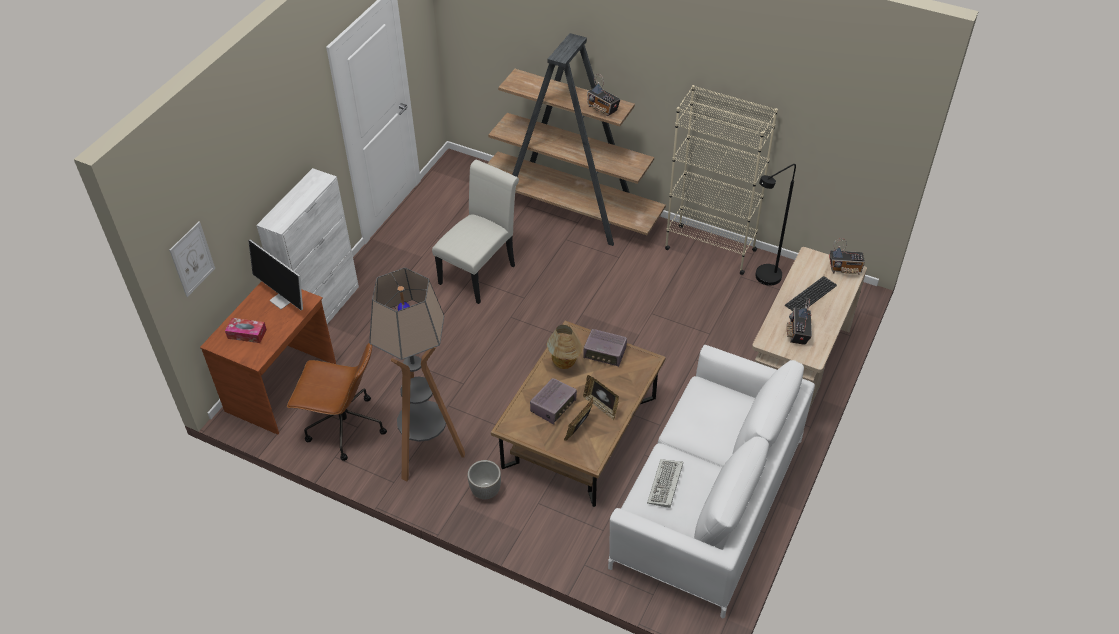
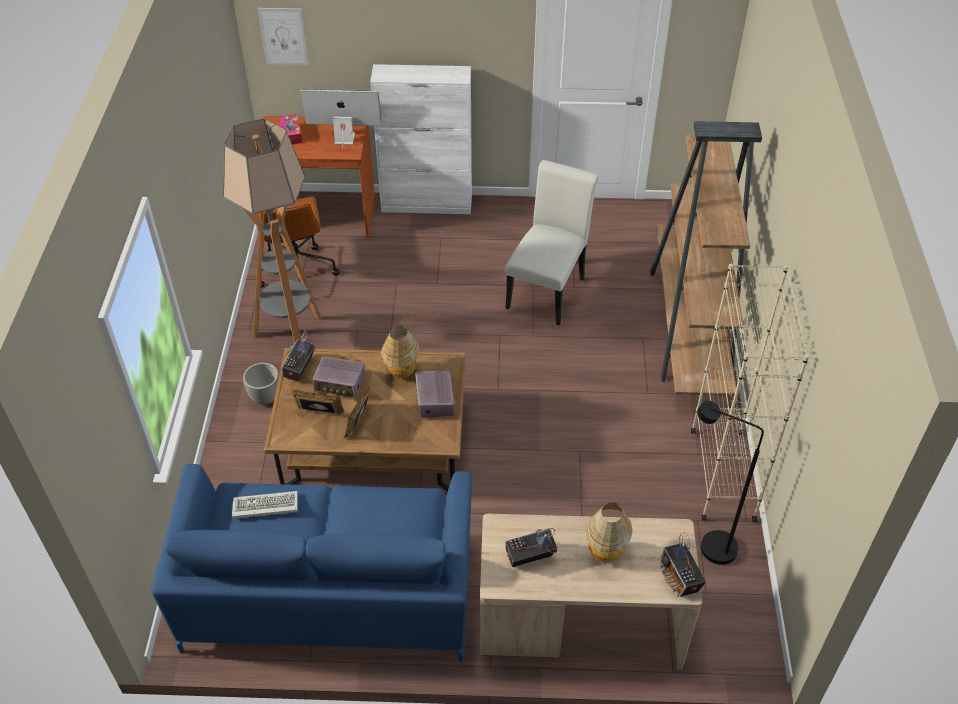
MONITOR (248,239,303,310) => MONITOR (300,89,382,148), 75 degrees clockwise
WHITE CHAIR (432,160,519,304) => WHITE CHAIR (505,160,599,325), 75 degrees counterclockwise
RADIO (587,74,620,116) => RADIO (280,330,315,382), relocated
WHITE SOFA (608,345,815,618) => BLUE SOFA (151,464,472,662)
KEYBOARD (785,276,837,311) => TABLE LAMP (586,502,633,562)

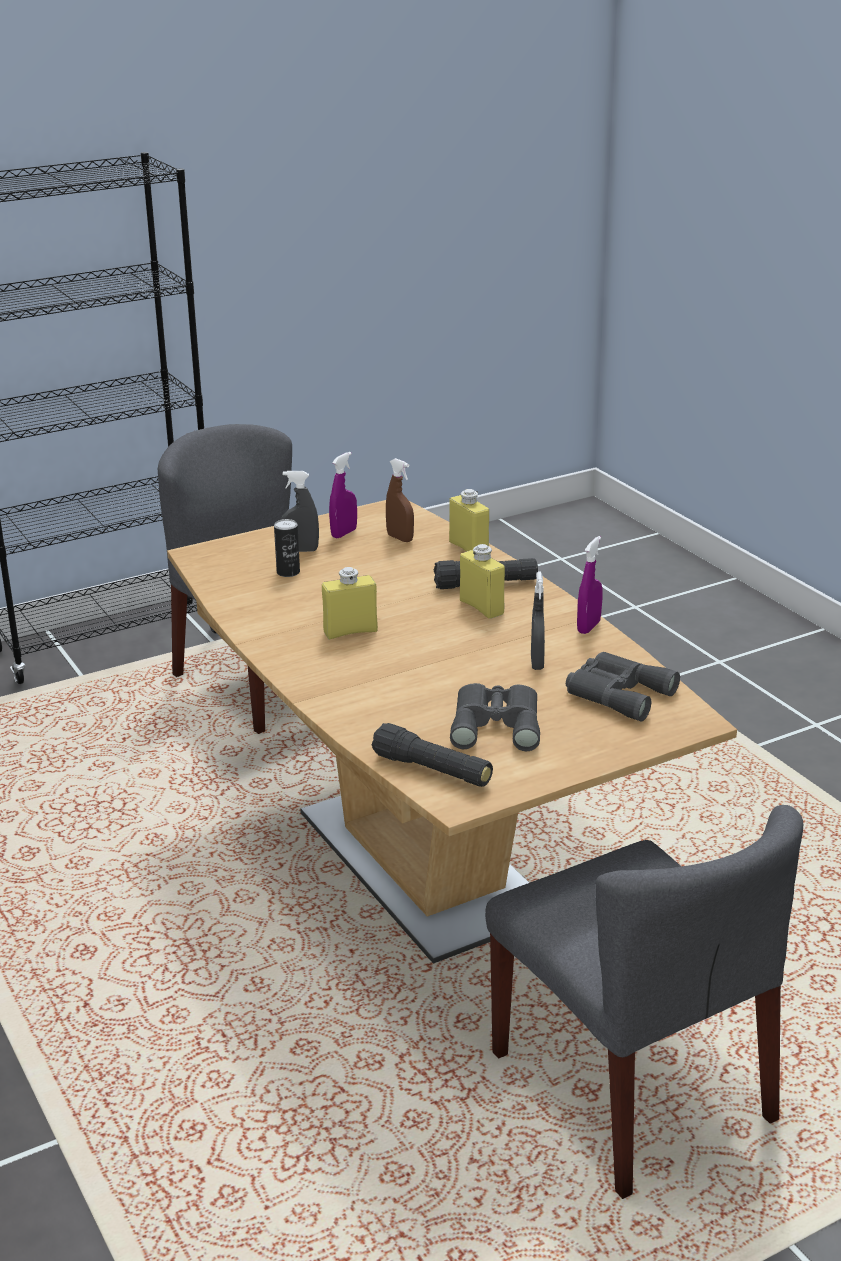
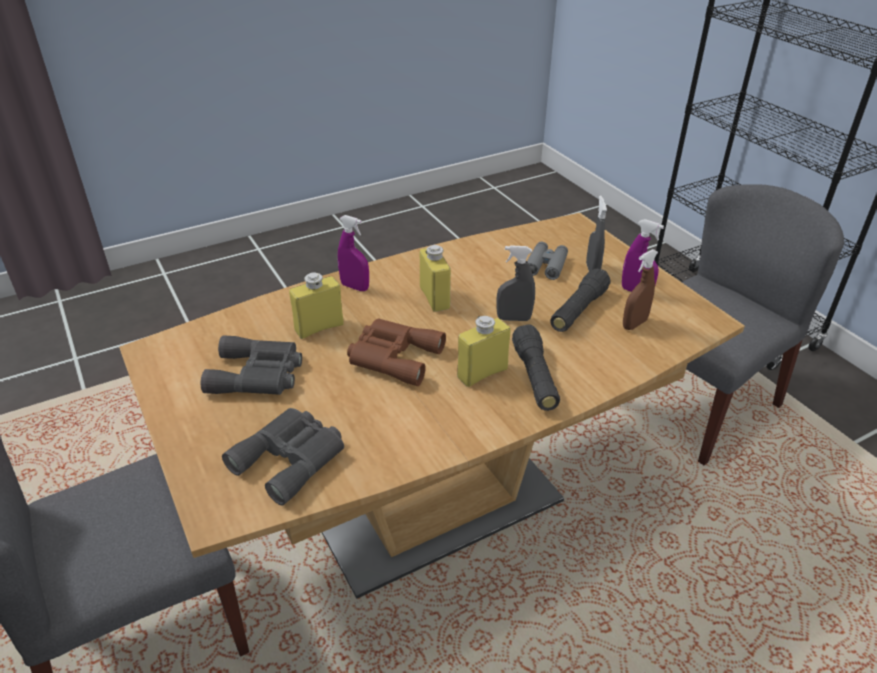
CAN (274,519,300,577) => GREY BINOCULARS (527,242,568,280)
BLACK FLASHLIGHT (372,723,493,787) => BLACK FLASHLIGHT (550,269,611,332), relocated
YELLOW BOTTLE (449,489,489,552) => YELLOW BOTTLE (289,272,344,339), relocated
GREY SPRAY BOTTLE (531,571,545,670) => GREY SPRAY BOTTLE (497,245,535,321), relocated
PURPLE SPRAY BOTTLE (577,536,603,634) => PURPLE SPRAY BOTTLE (338,215,369,291), relocated
nothing => BROWN BINOCULARS (347,319,446,386)

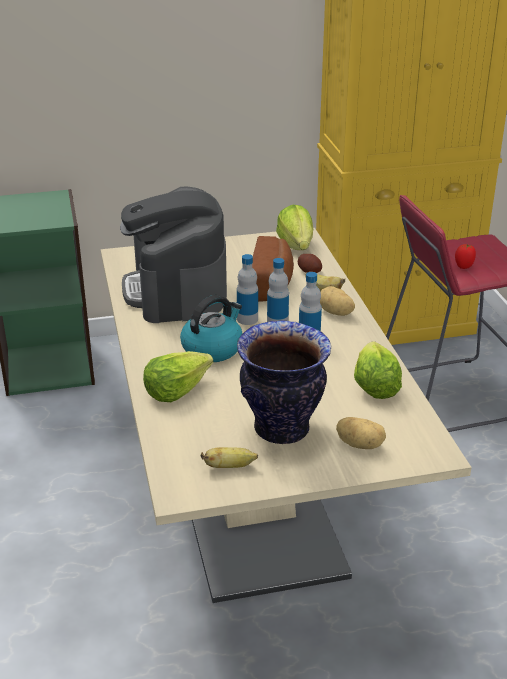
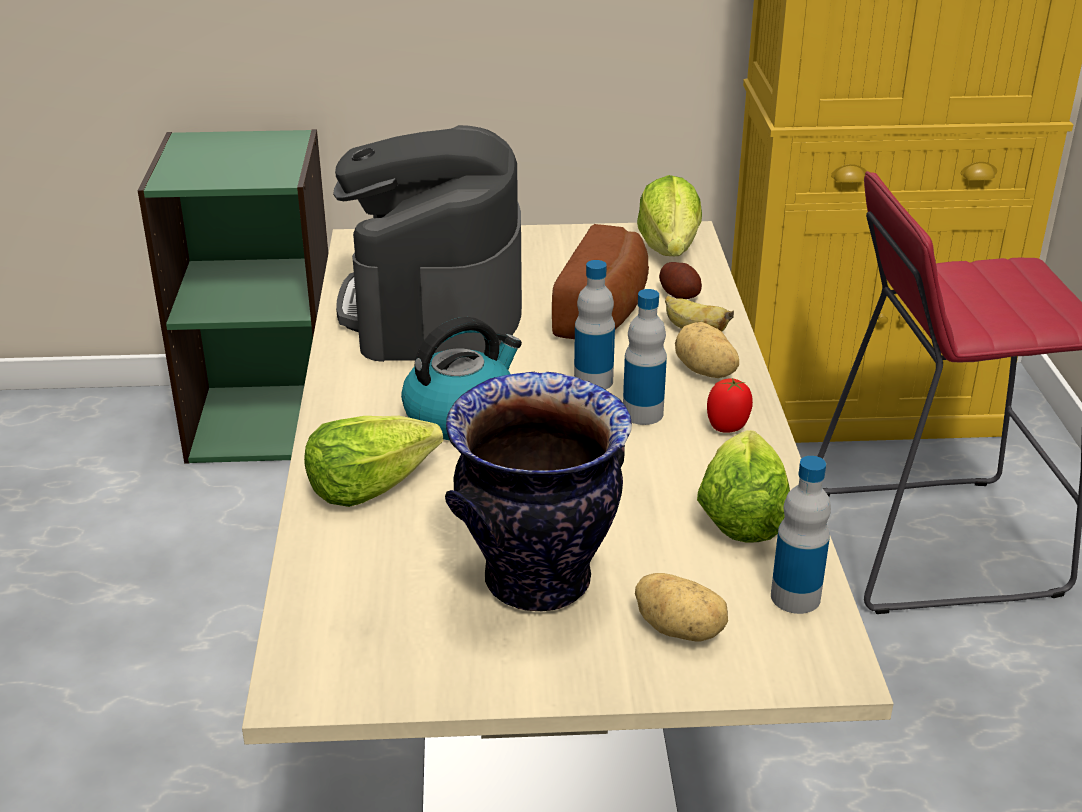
BANANA (201,447,258,468) => nothing
BOTTLE (237,254,258,325) => BOTTLE (771,456,831,614), relocated
TOMATO (455,244,476,269) => TOMATO (707,378,753,433), relocated

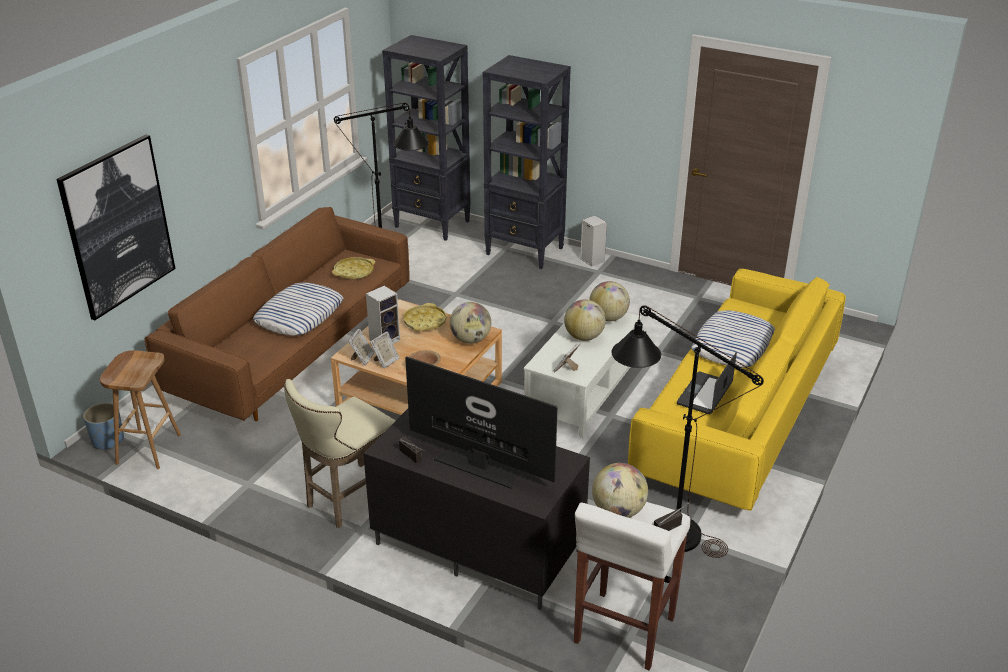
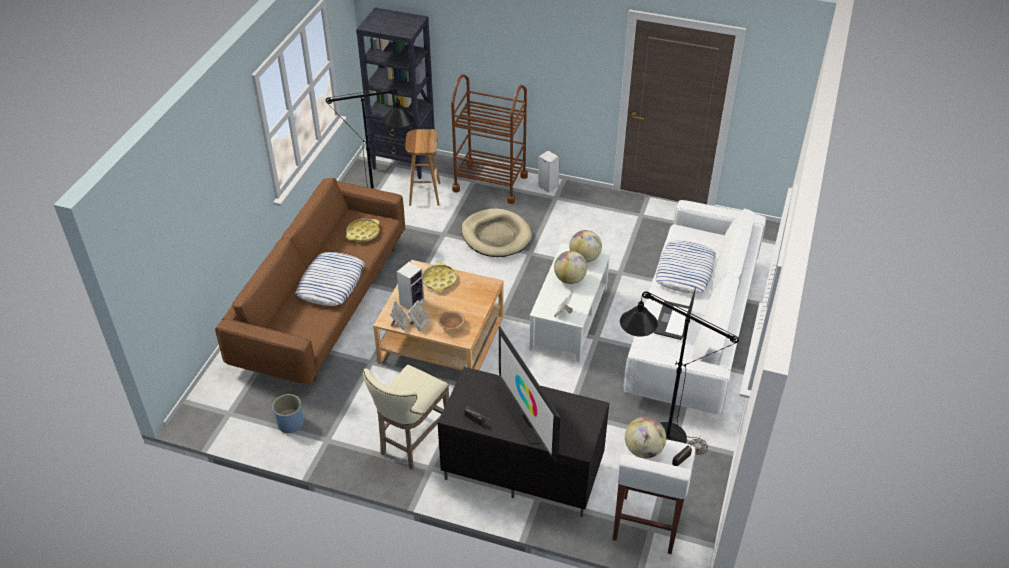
PICTURE (57,135,176,320) => nothing
BLUE PLANTER (83,403,124,449) => BLUE PLANTER (272,394,304,433), relocated
BROWN STOOL (100,350,181,469) => BROWN STOOL (405,129,441,206), relocated
TELEVISION (405,356,558,489) => TELEVISION (499,326,560,464), 135 degrees counterclockwise
GLOBE (450,302,491,344) => nothing
BLACK BOOKCASE (483,55,571,269) => BROWN CART (451,74,528,204)
YELLOW SOFA (628,269,846,511) => WHITE SOFA (623,200,766,415)
nothing => BEIGE DOG BED (461,209,532,257)

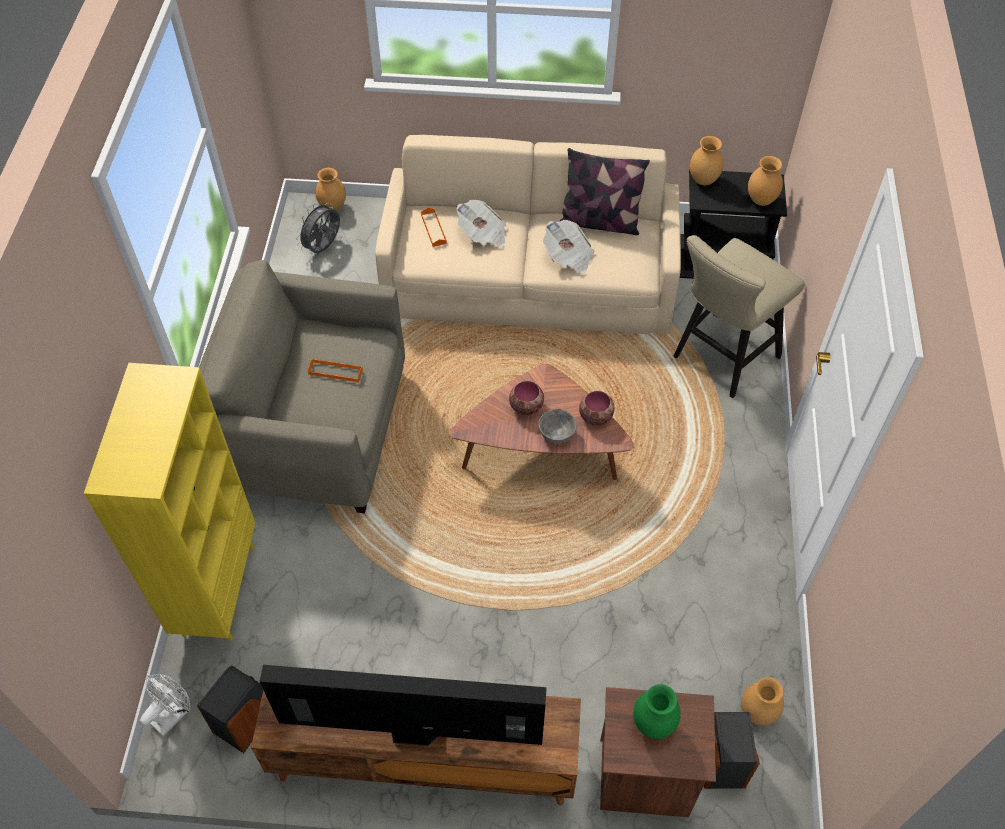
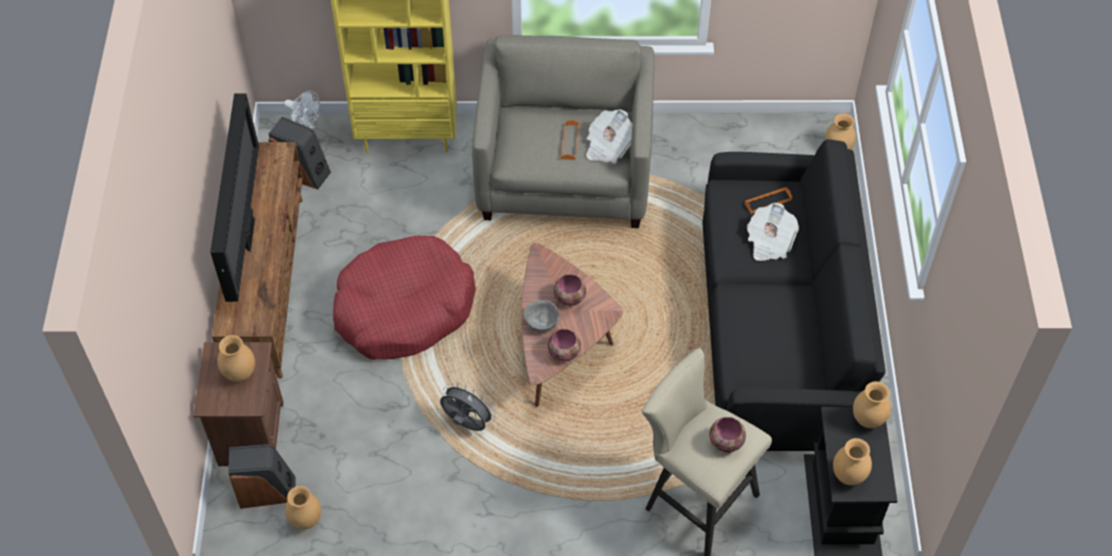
GREY FAN (296,201,340,253) => GREY FAN (440,383,496,431), relocated
BEIGE SOFA (375,135,681,334) => BLACK SOFA (702,139,886,451)
NEWSPAPER (543,220,594,274) => NEWSPAPER (586,109,633,163), relocated
PILLOW (559,148,650,235) => nothing
GREEN VASE (633,684,681,739) => BROWN VASE (217,335,255,382)
nothing => RED DOG BED (333,235,476,360)
nothing => BOWL (709,417,746,453)

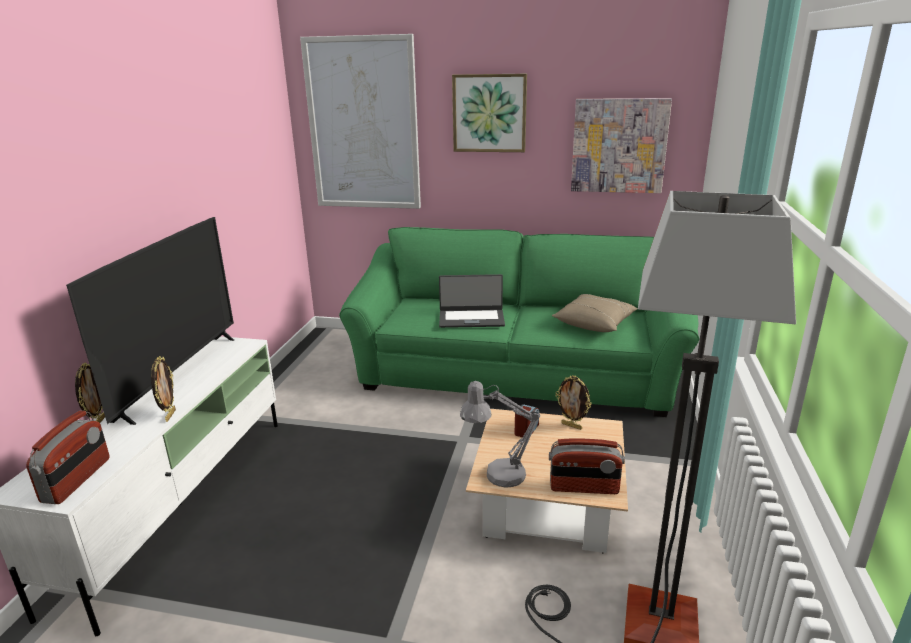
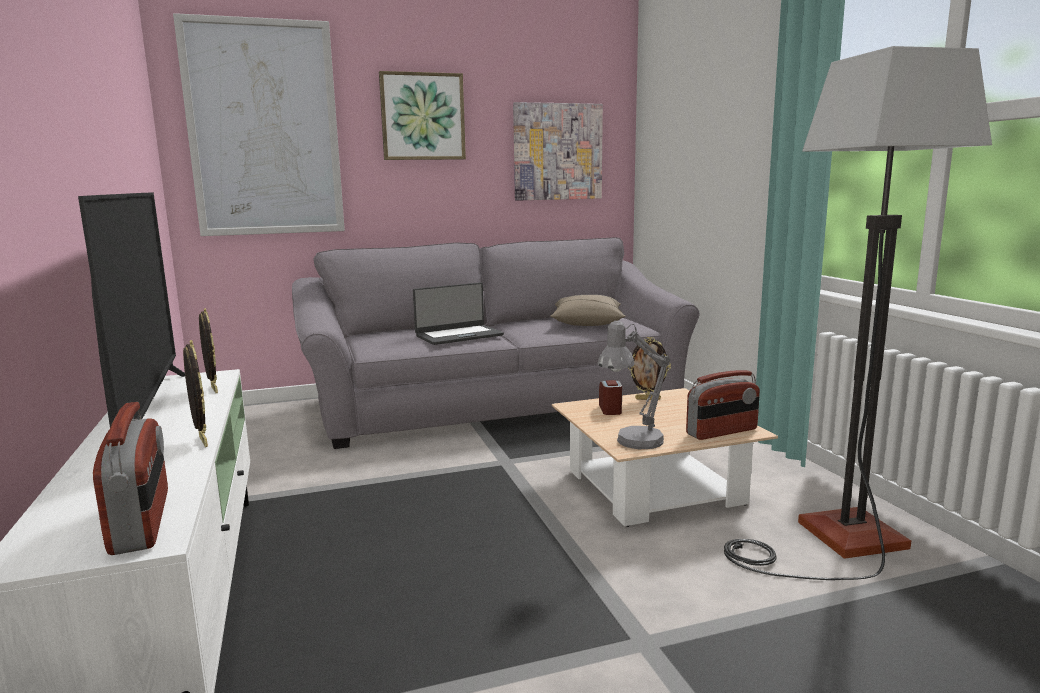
PICTURE FRAME (75,363,105,423) => PICTURE FRAME (199,308,218,393), relocated
GREEN SOFA (339,227,699,417) => GREY SOFA (292,237,699,449)

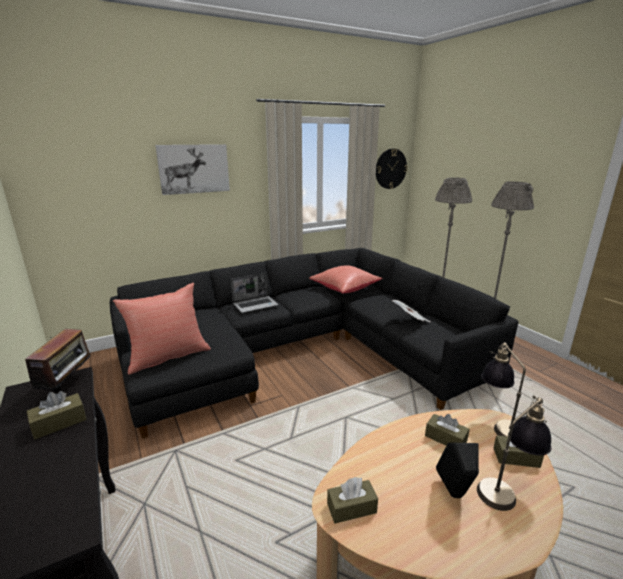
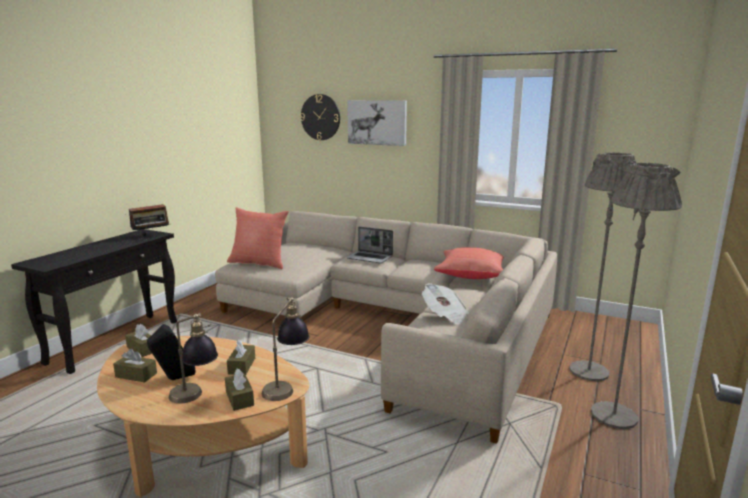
BROWN TISSUE BOX (27,391,87,439) => BROWN TISSUE BOX (113,349,157,382), relocated
BLACK SOFA (110,248,519,439) => BEIGE SOFA (215,211,557,444)
WALL CLOCK (376,149,407,189) => WALL CLOCK (300,94,340,140), relocated

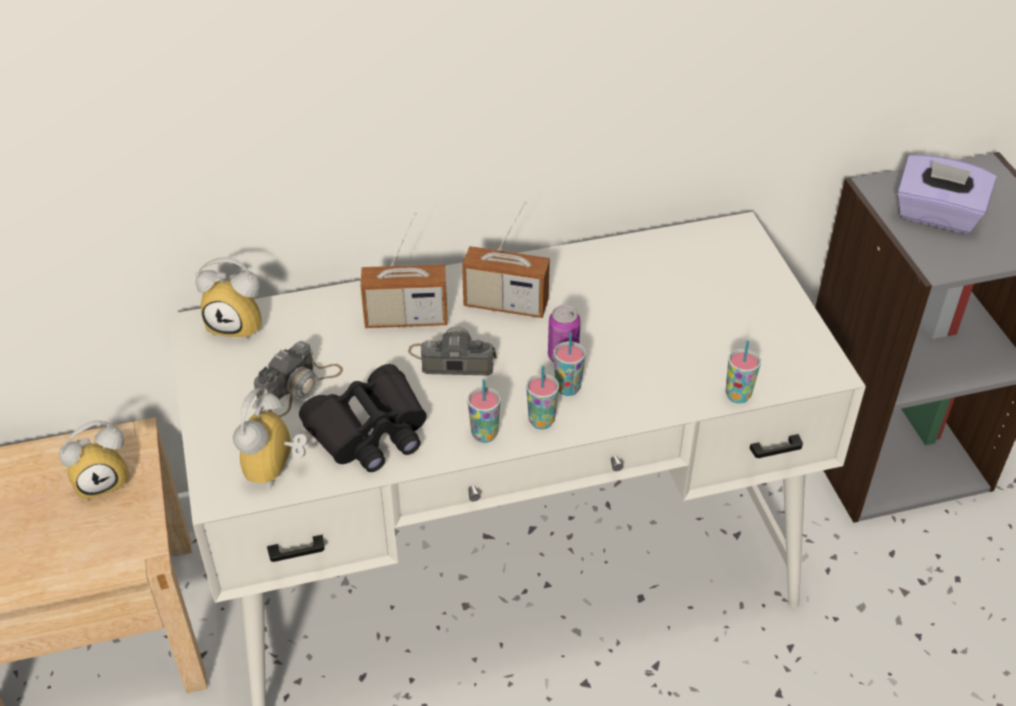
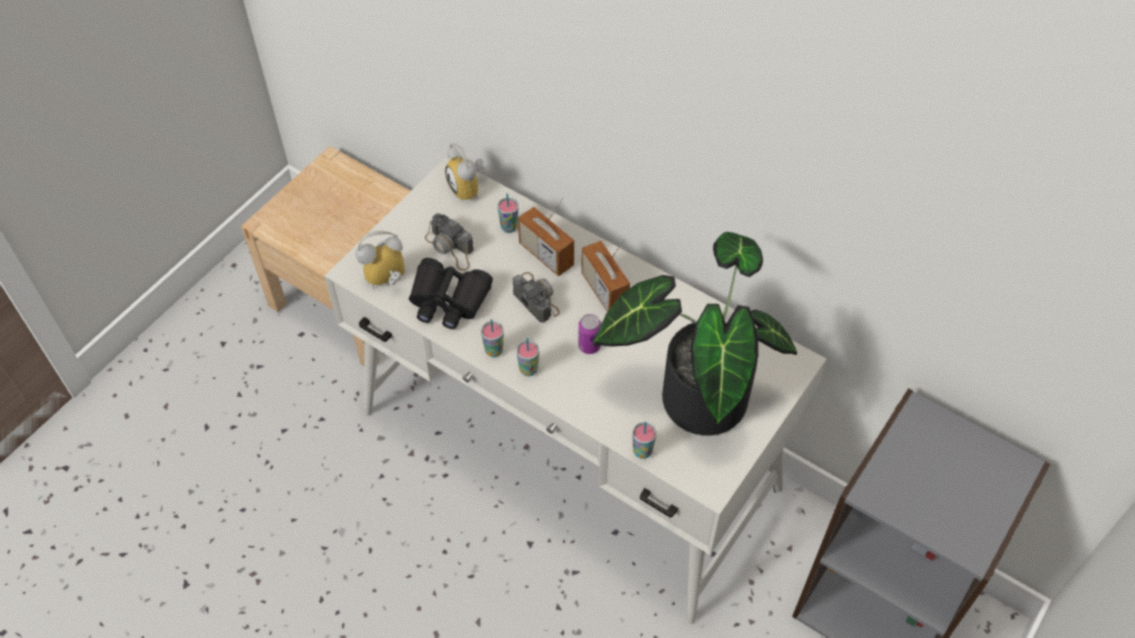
ALARM CLOCK (59,420,129,501) => nothing
PHOTO CAMERA (254,341,343,417) => PHOTO CAMERA (425,213,474,271), 45 degrees clockwise
CUP (554,333,586,396) => CUP (497,193,519,233), relocated
PURPLE TISSUE BOX (897,154,997,233) => nothing
nothing => POTTED PLANT (593,232,797,436)

